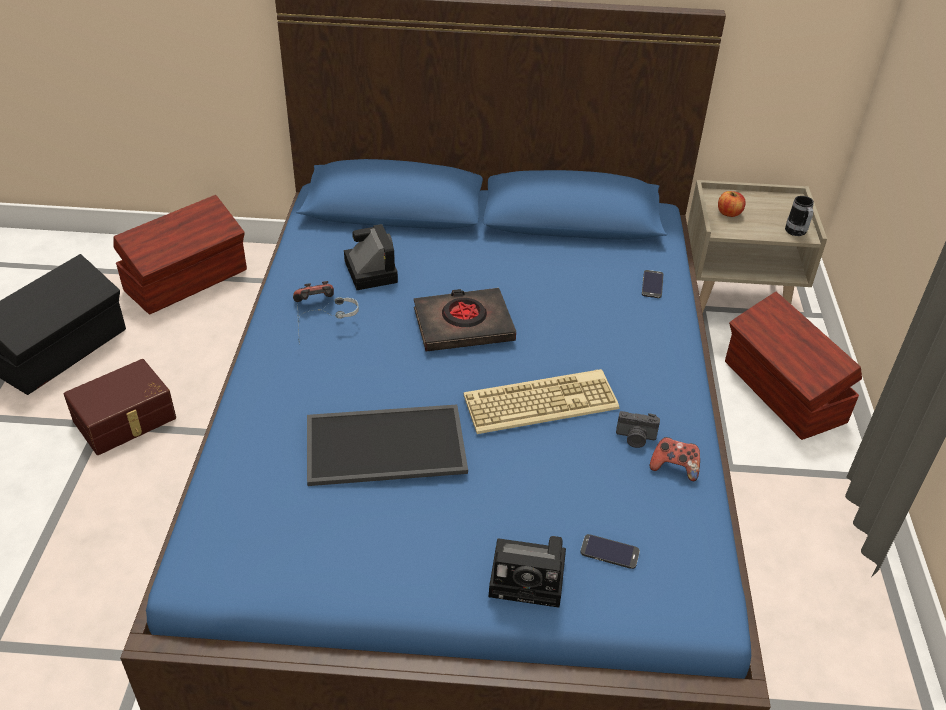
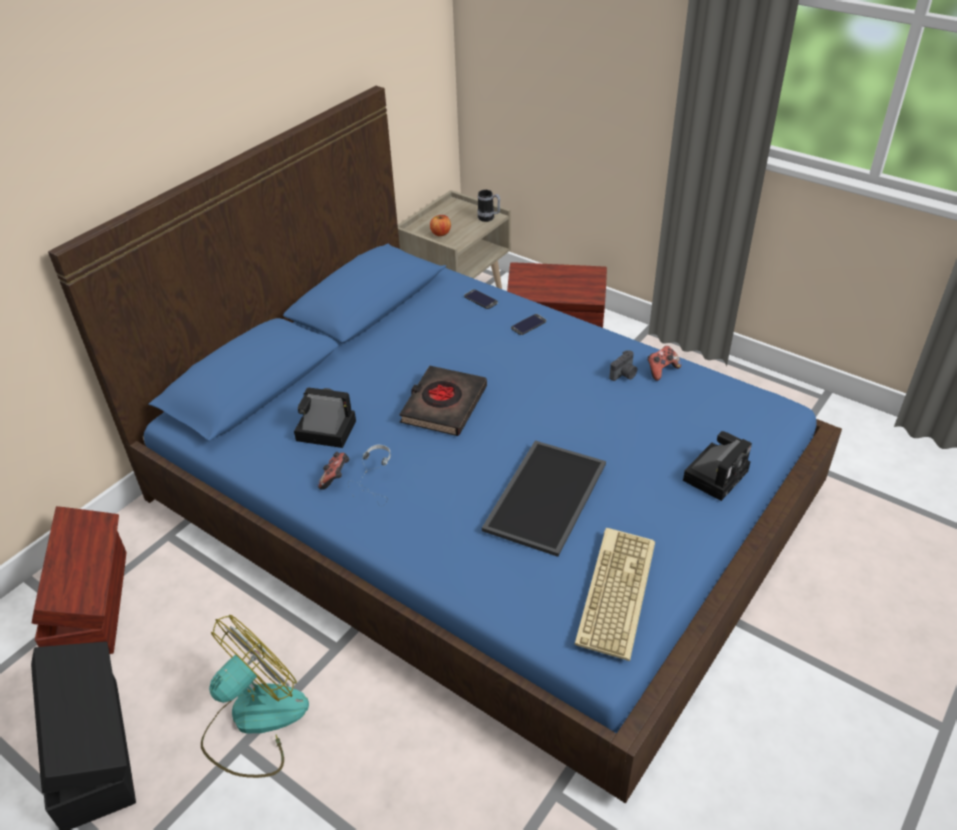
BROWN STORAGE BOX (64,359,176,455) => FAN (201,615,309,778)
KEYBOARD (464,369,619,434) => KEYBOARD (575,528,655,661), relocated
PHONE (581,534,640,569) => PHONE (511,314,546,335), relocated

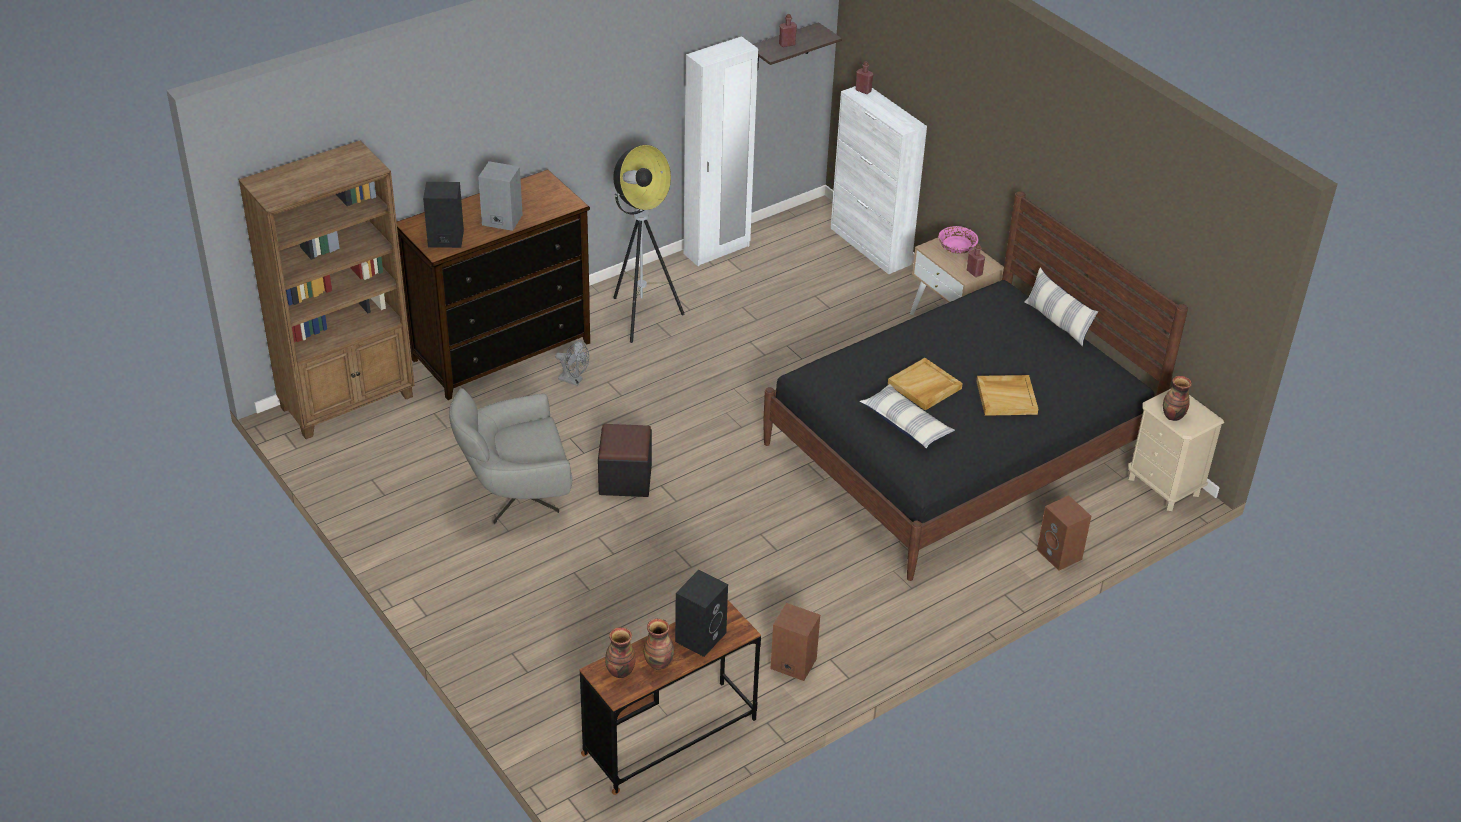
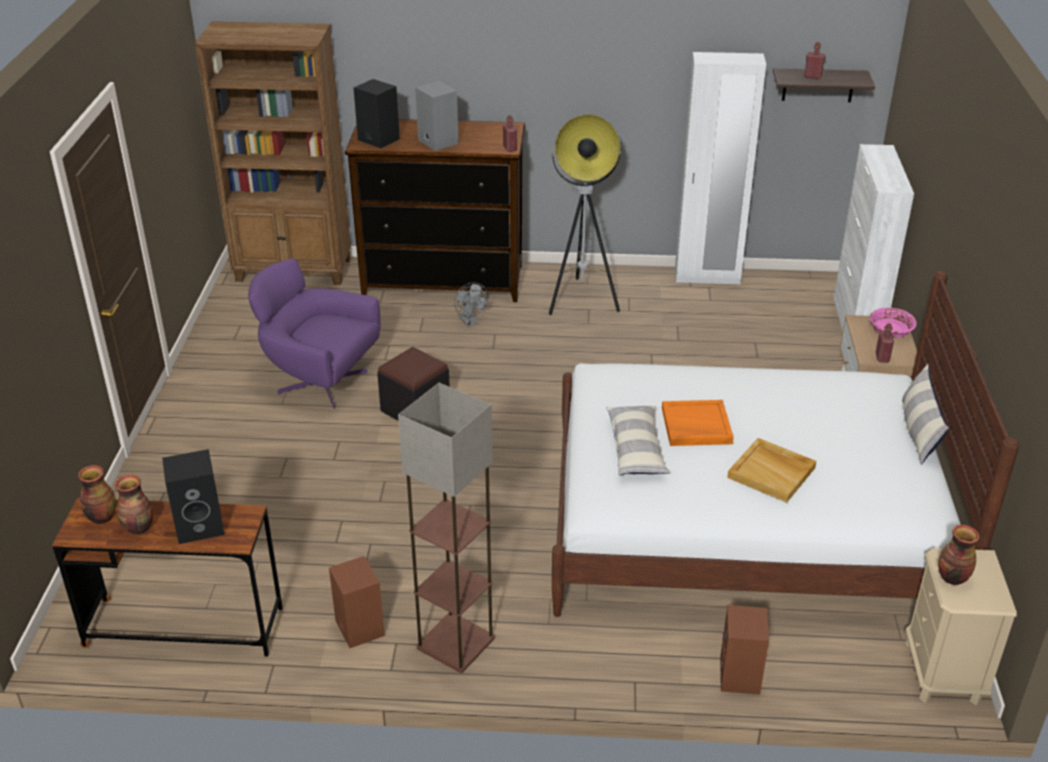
GREY ARMCHAIR (449,388,572,524) => PURPLE ARMCHAIR (248,258,381,409)
BLACK BED (763,191,1188,581) => WHITE BED (552,271,1020,617)
RED BOTTLE (856,61,874,94) => RED BOTTLE (503,115,517,152), relocated
BEIGE TRAY (888,358,963,410) => ORANGE TRAY (662,400,734,446)
nothing => FLOOR LAMP (398,383,495,673)

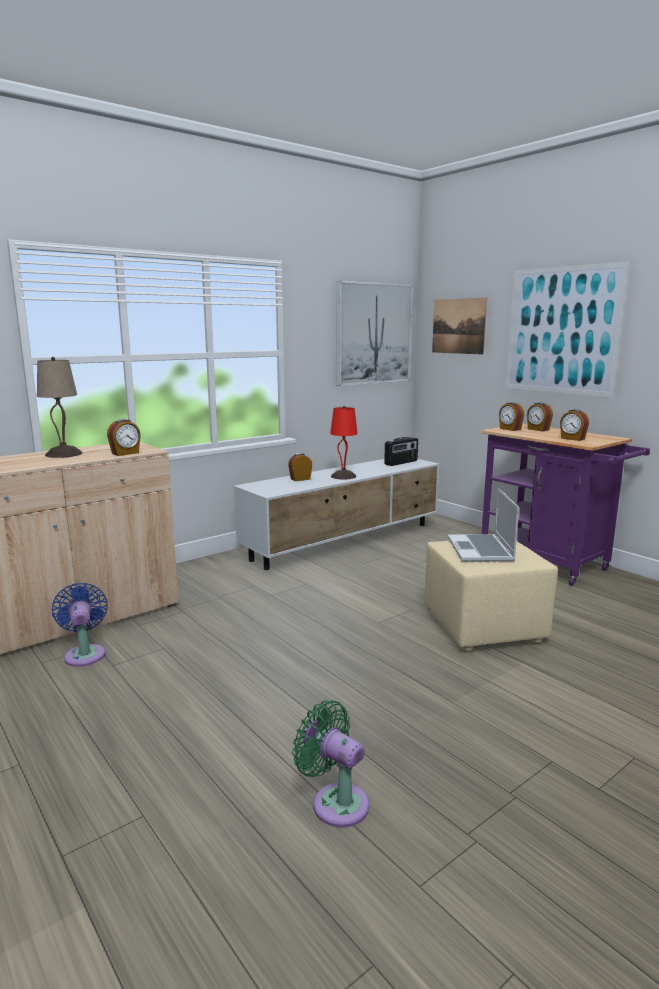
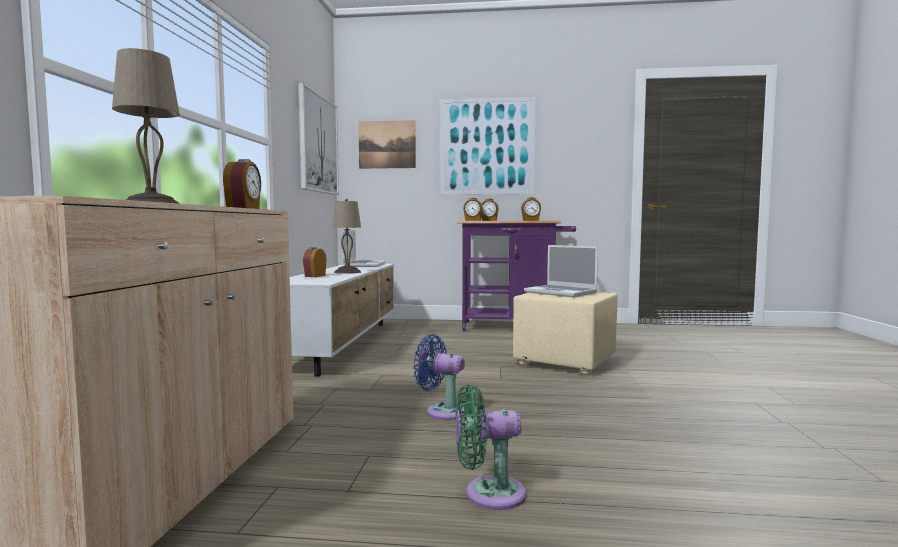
BLUE FAN (52,583,108,667) => BLUE FAN (414,334,465,420), relocated
GREEN FAN (292,700,369,828) => GREEN FAN (456,384,526,510), relocated
RED TABLE LAMP (330,406,358,479) => BEIGE TABLE LAMP (333,199,361,274)
RADIO (384,437,418,466) => LAPTOP (343,230,386,267)

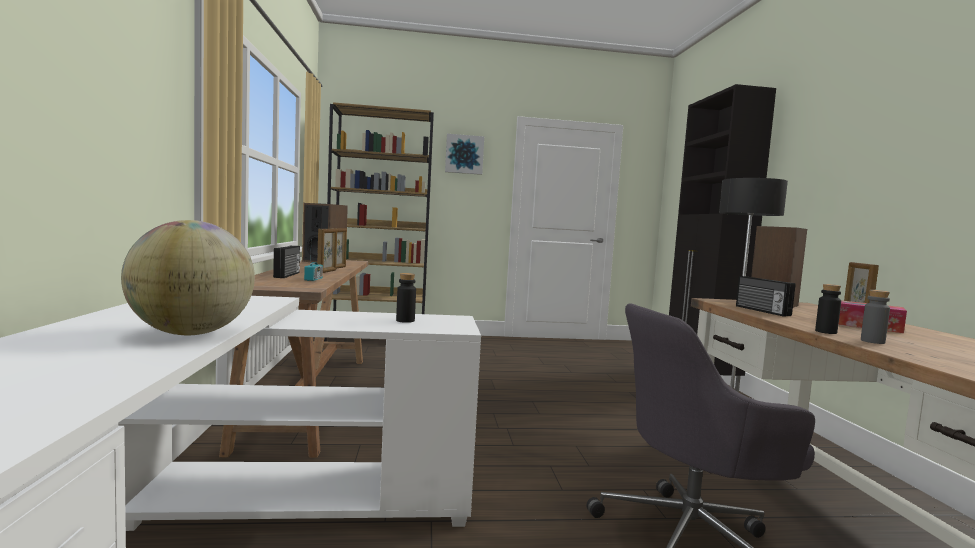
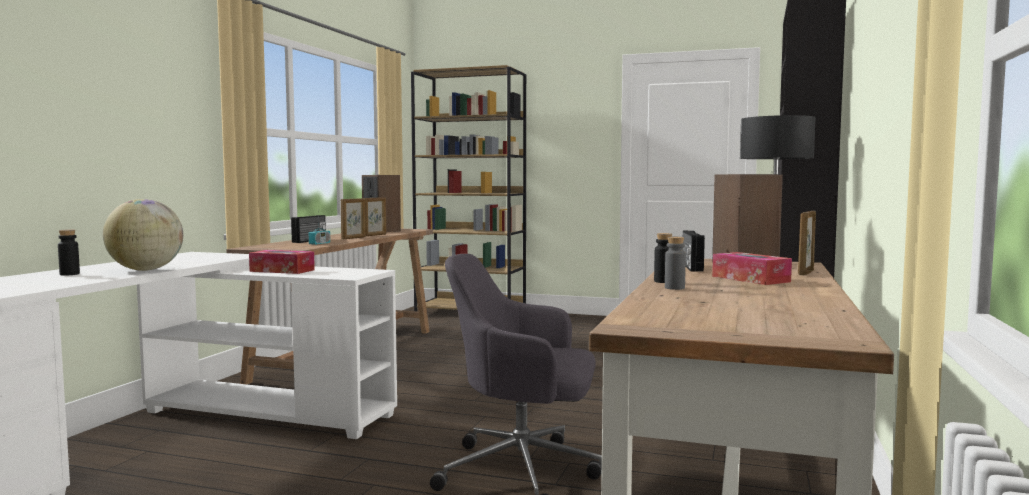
BLACK BOTTLE (396,273,416,323) => BLACK BOTTLE (58,229,80,276), relocated
PICTURE (445,134,484,175) => nothing
nothing => TISSUE BOX (249,250,315,274)

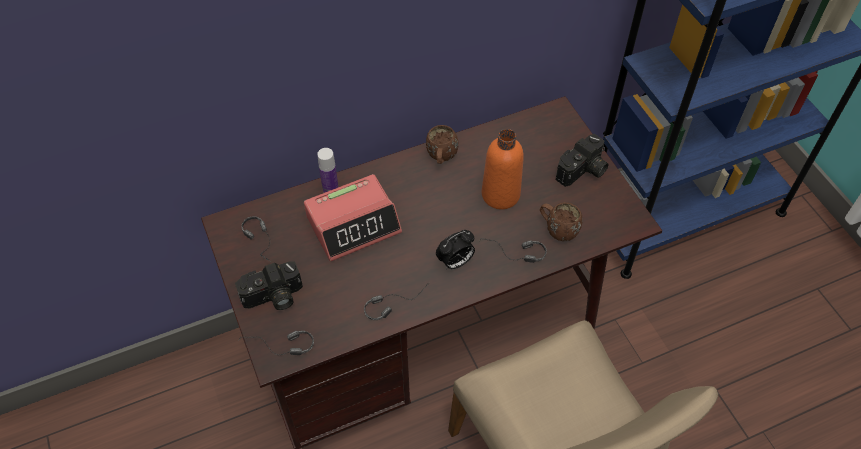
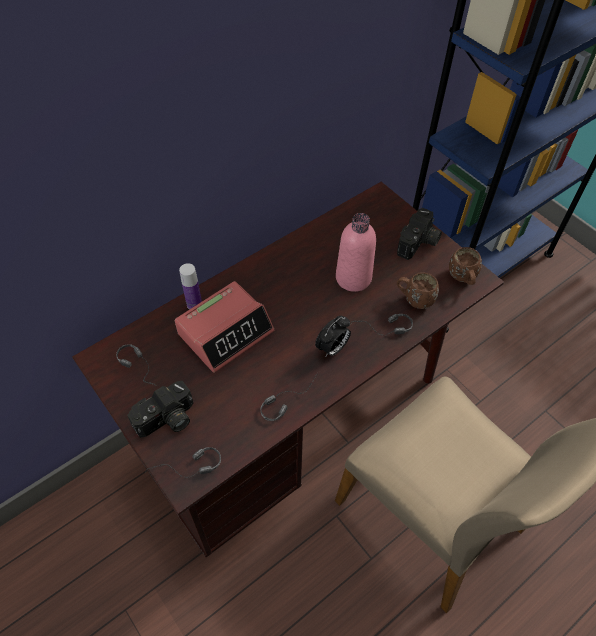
BROWN MUG (426,125,459,164) => BROWN MUG (449,247,482,285), relocated
ORANGE BOTTLE (482,129,524,210) => PINK BOTTLE (336,213,376,292)

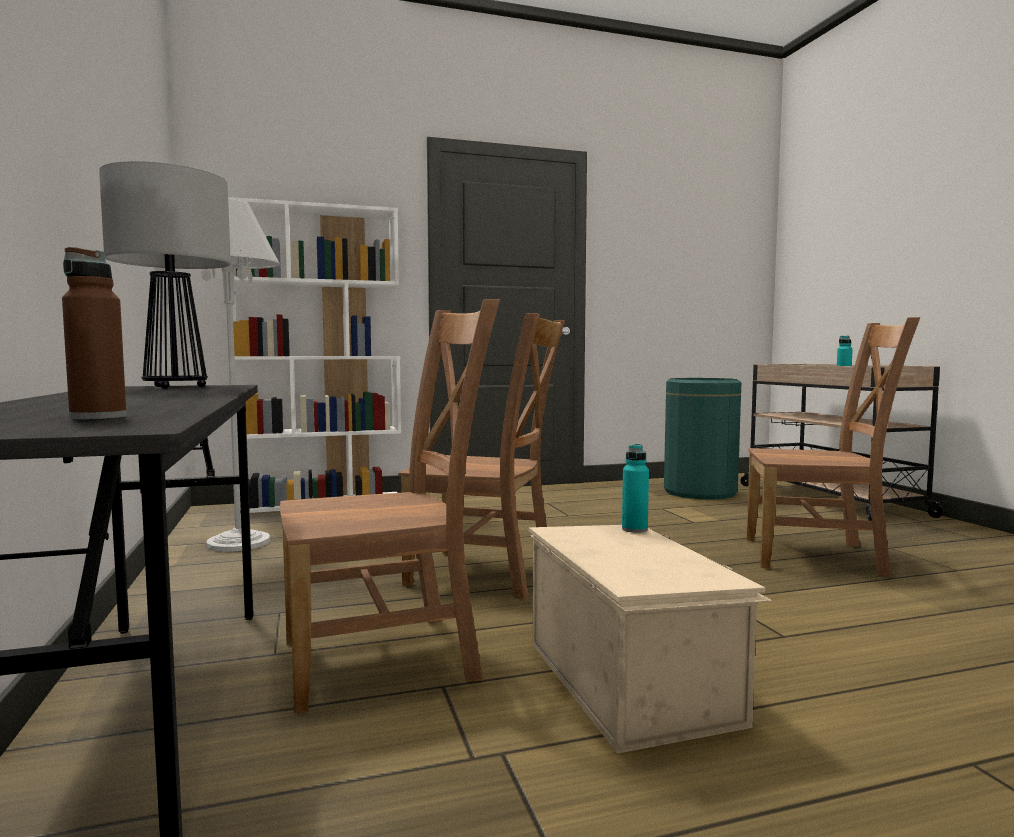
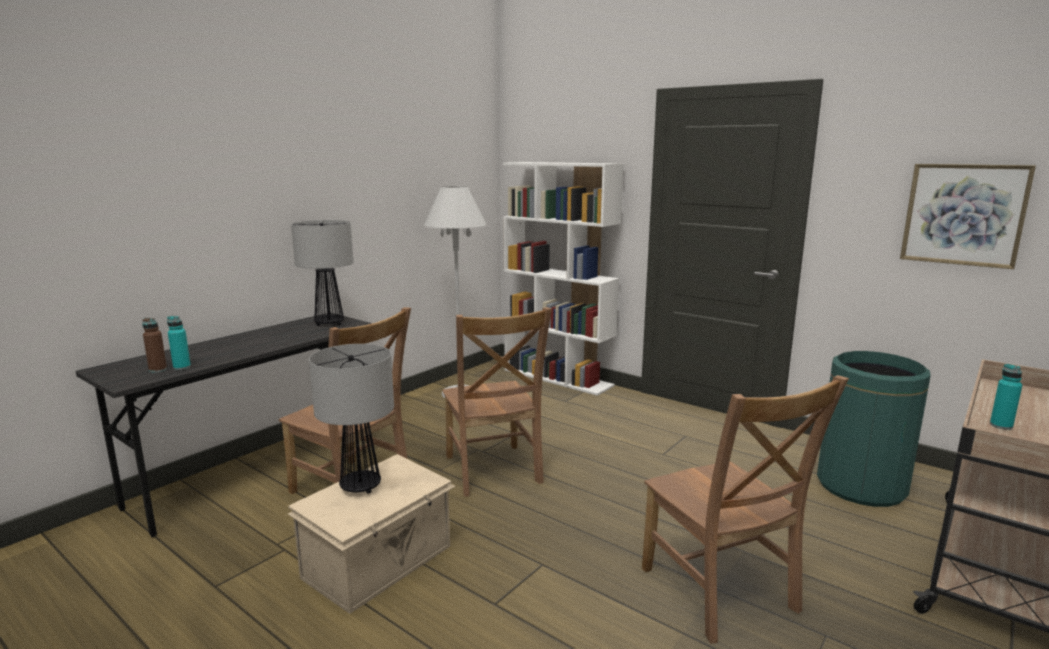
TURQUOISE BOTTLE (622,444,649,533) => TURQUOISE BOTTLE (167,316,191,370), relocated
nothing => TABLE LAMP (309,344,394,494)
nothing => PICTURE (900,164,1036,269)

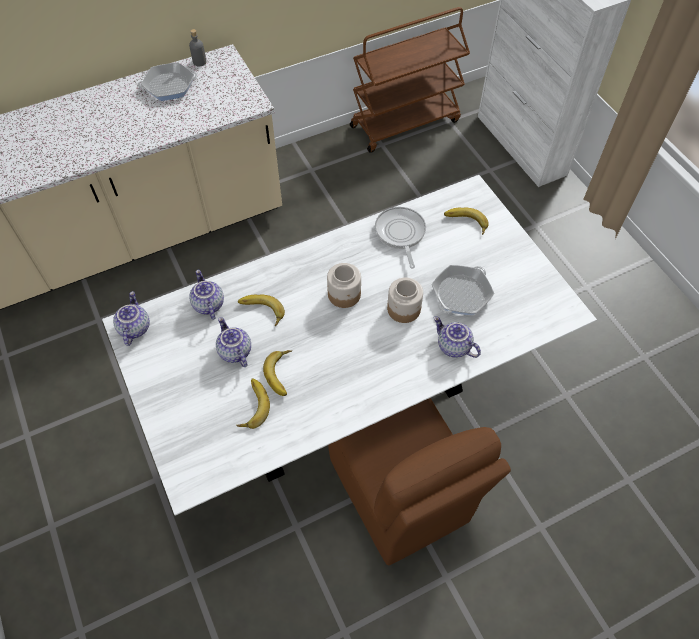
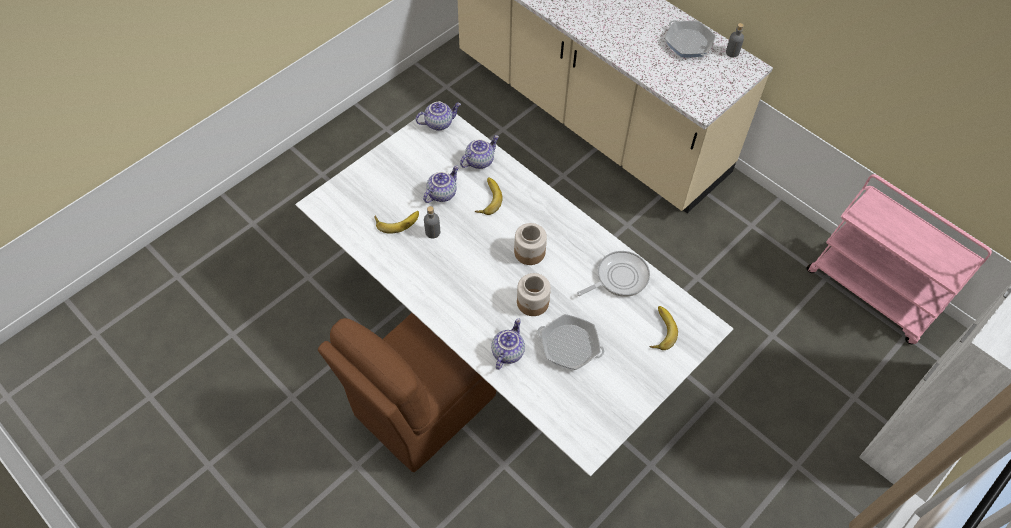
BANANA (263,350,292,396) => GREY BOTTLE (424,206,440,239)
BROWN CART (350,7,470,153) => PINK CART (806,174,992,344)

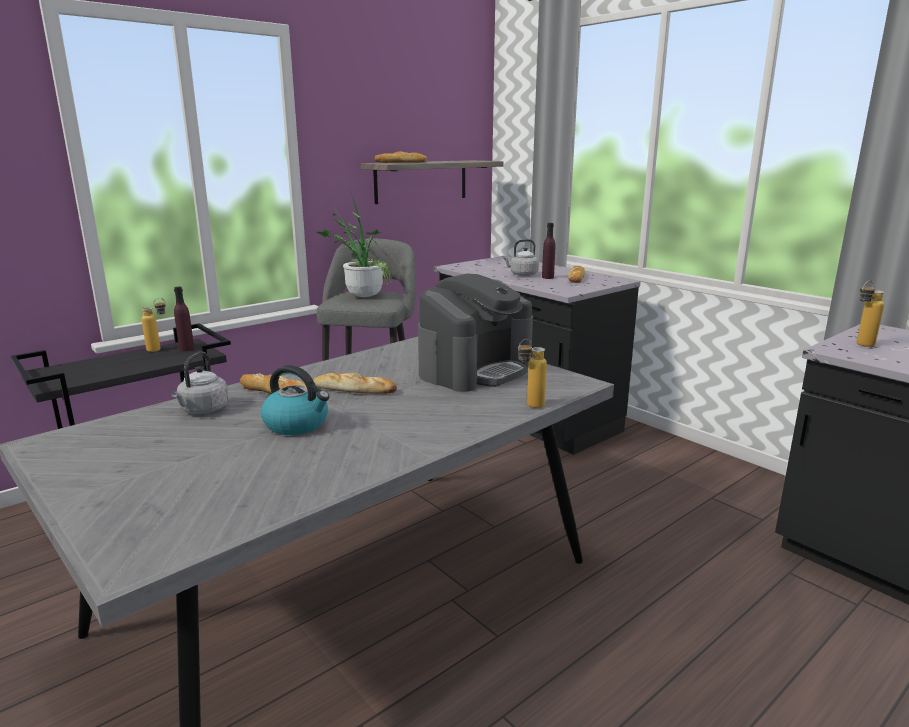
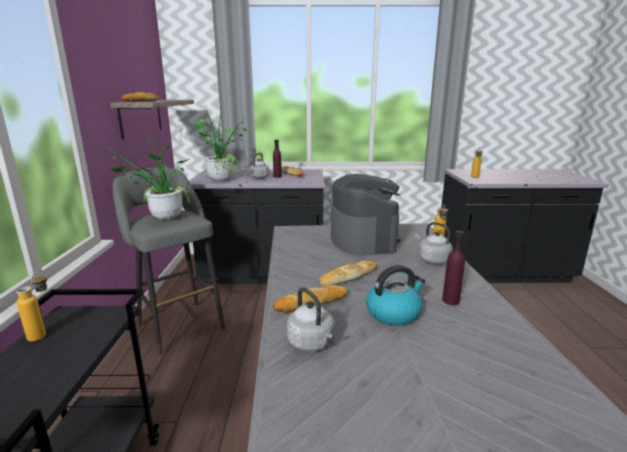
PURPLE BOTTLE (174,287,194,351) => PURPLE BOTTLE (442,231,465,305), relocated
nothing => POTTED PLANT (194,102,246,181)
nothing => GREY KETTLE (415,222,453,264)

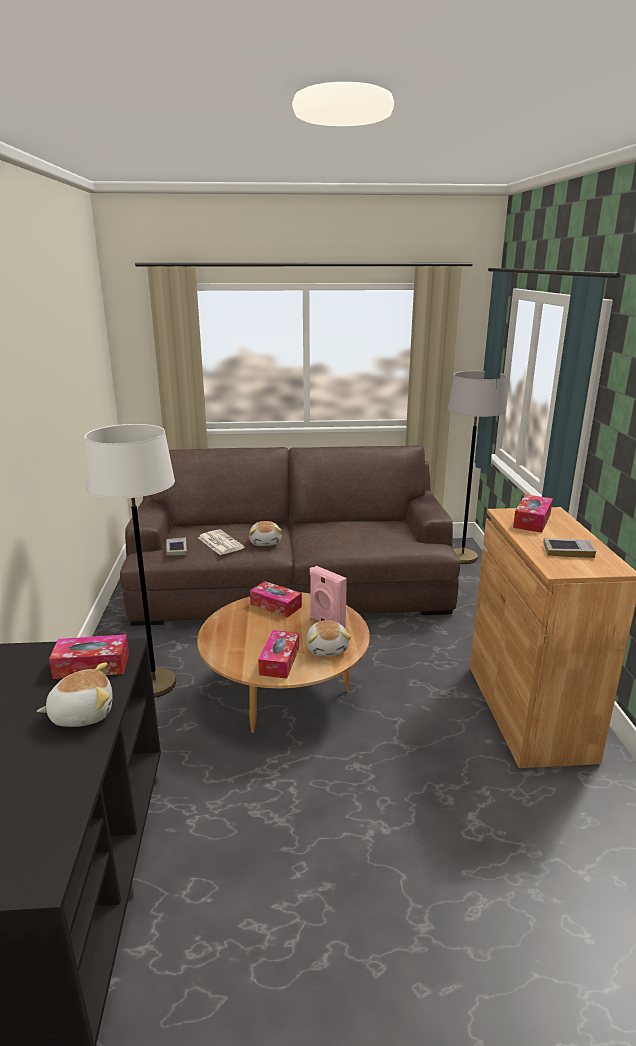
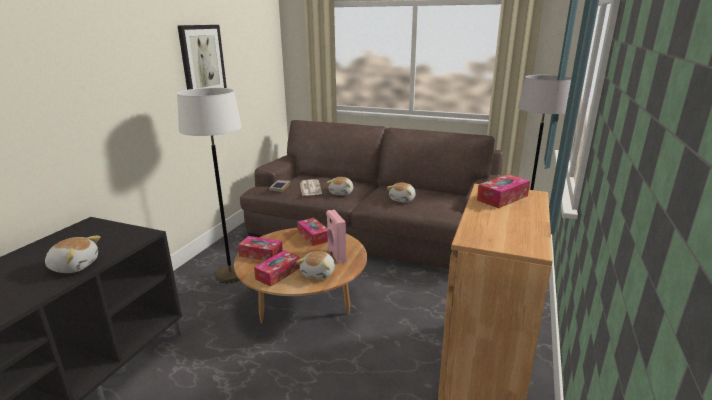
TISSUE BOX (49,634,129,679) => TISSUE BOX (238,236,283,261), relocated
BOOK (543,538,596,558) => nothing
nothing => PICTURE (177,25,227,90)
nothing => PLUSH TOY (387,183,416,203)

